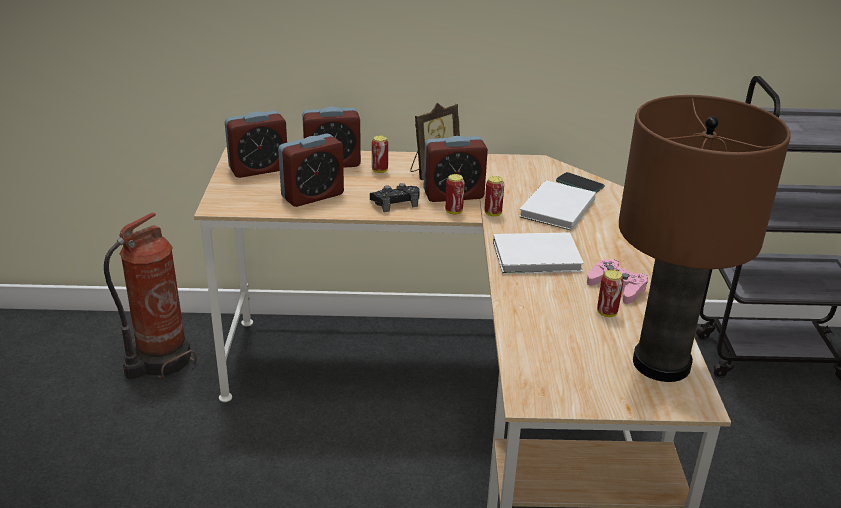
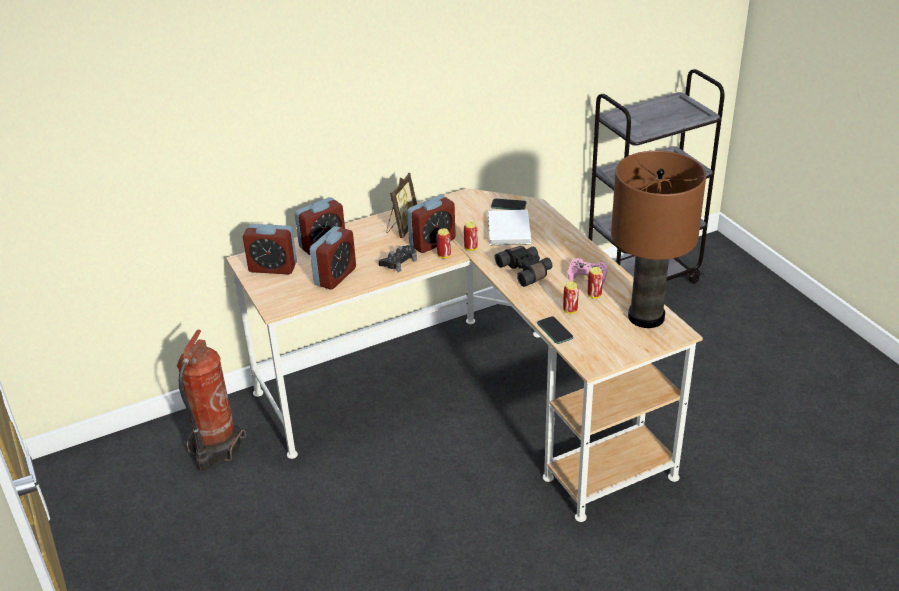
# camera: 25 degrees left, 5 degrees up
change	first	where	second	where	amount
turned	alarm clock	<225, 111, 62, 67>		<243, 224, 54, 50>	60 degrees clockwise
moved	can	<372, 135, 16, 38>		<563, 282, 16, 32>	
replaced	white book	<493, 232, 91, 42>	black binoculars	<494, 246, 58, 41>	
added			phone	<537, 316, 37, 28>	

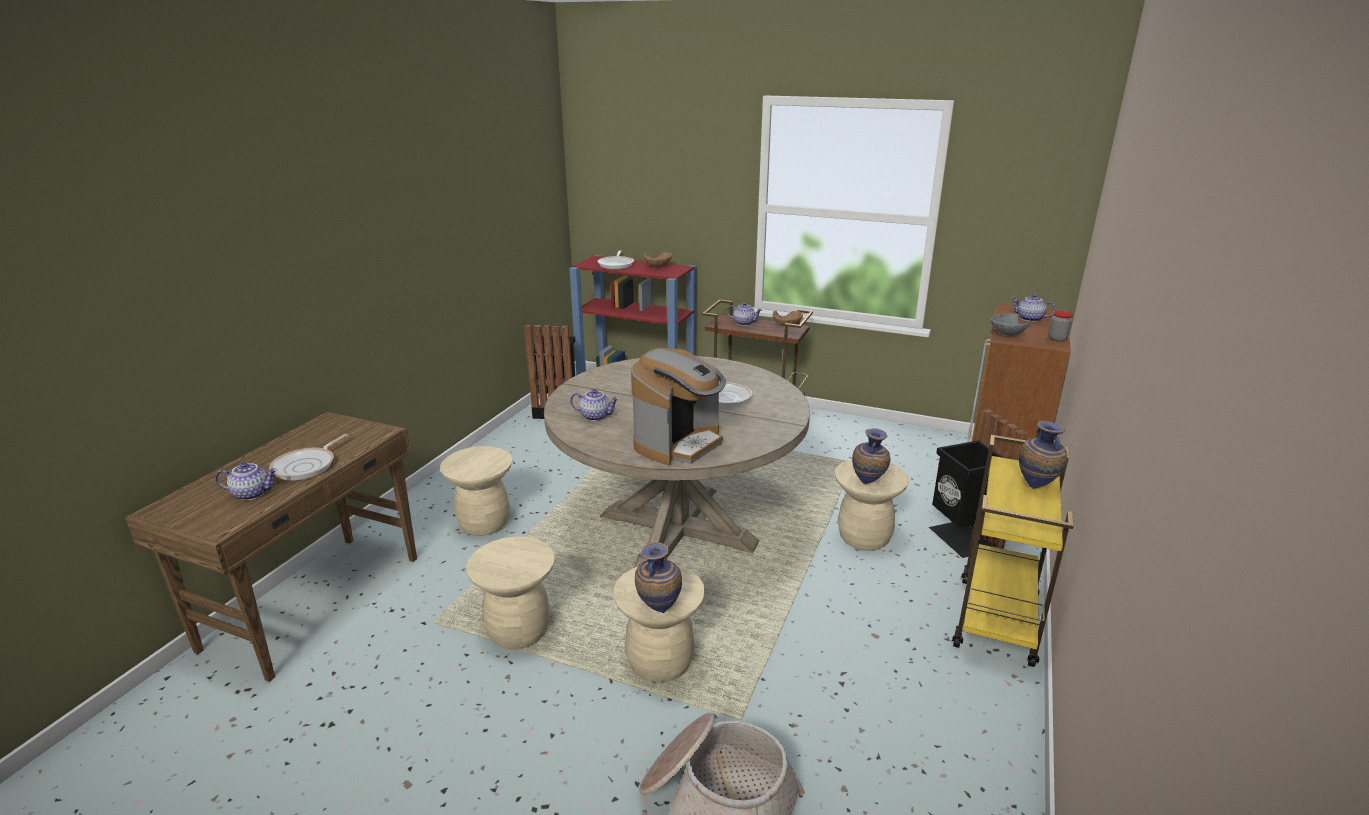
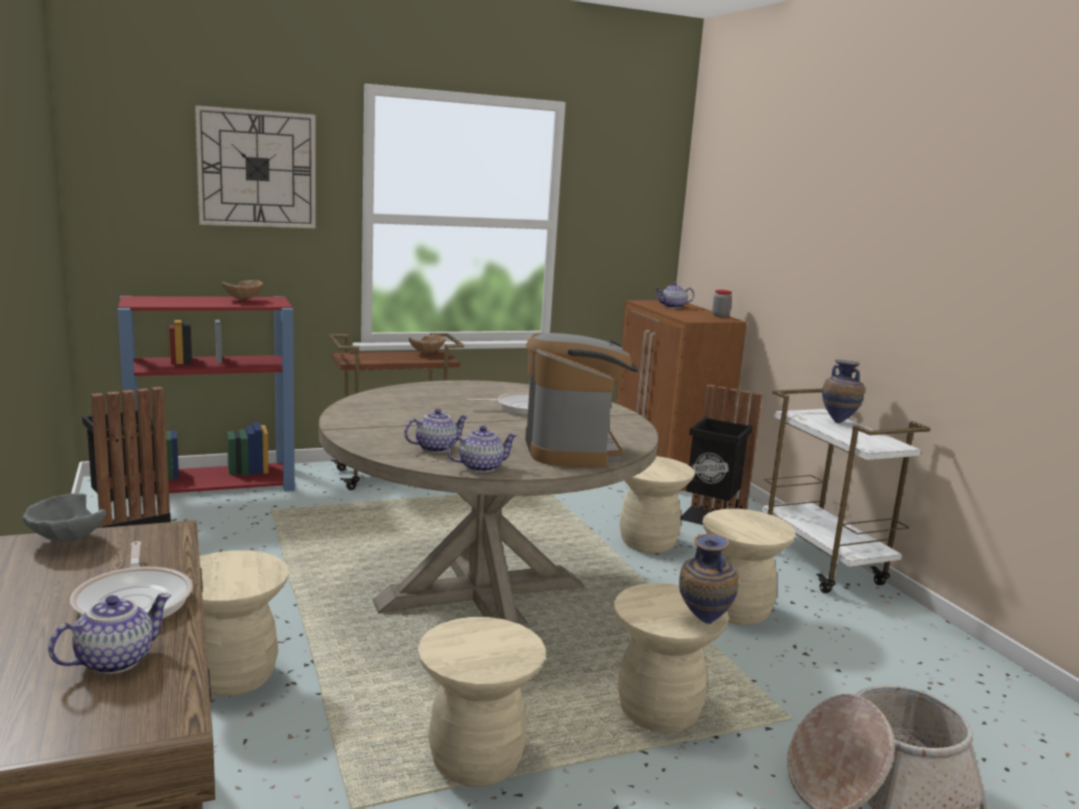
# camera: 45 degrees left, 10 degrees down
change	first	where	second	where	amount
removed	frying pan	<598, 250, 36, 19>			
moved	teapot	<727, 302, 35, 24>		<446, 426, 71, 46>	
removed	vase	<852, 428, 38, 56>			
recoloured	yellow cart	<951, 435, 123, 232>	white cart	<761, 388, 170, 205>	
moved	grey bowl	<991, 313, 38, 23>		<22, 493, 85, 49>	
added			wall clock	<195, 105, 121, 123>	
added			beige stool	<702, 509, 94, 116>	

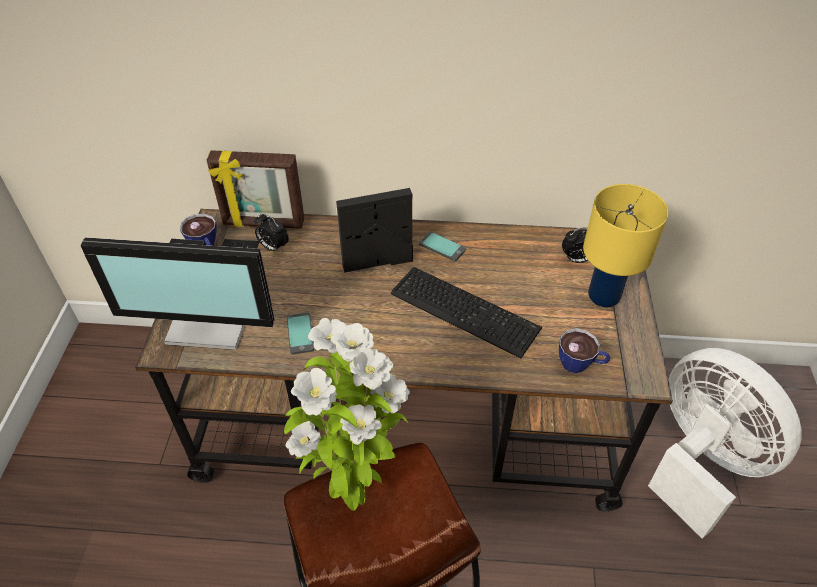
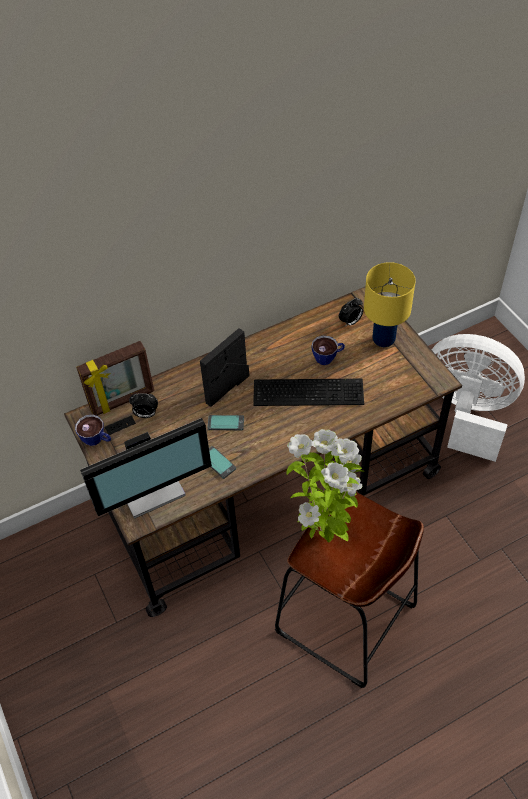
# camera: 30 degrees left, 5 degrees up
change	first	where	second	where	amount
moved	phone	<419, 231, 47, 30>		<208, 415, 36, 15>	
moved	cup	<559, 328, 51, 45>		<312, 335, 33, 30>	

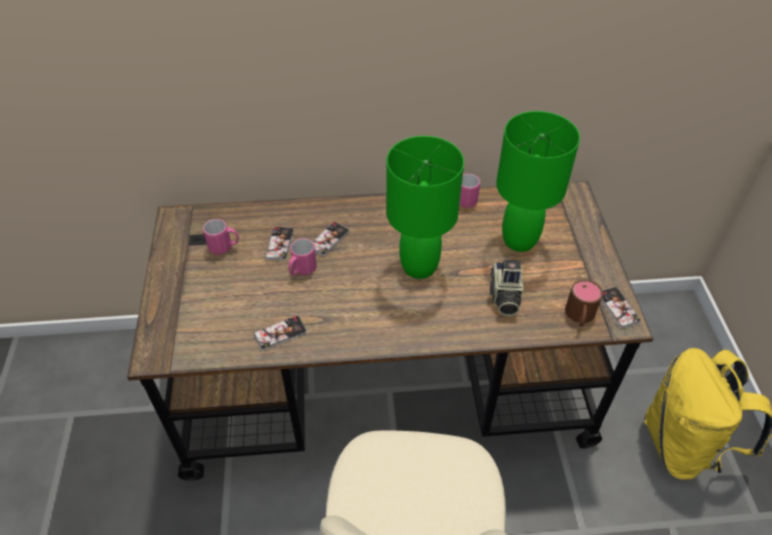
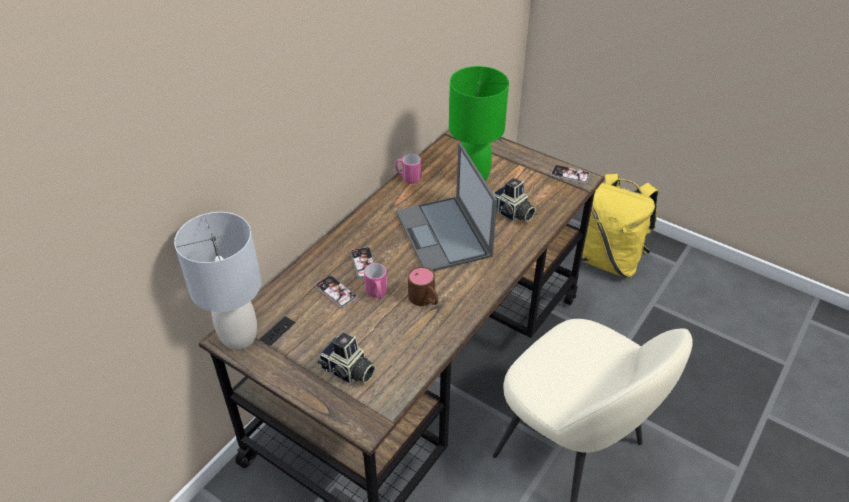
# camera: 50 degrees left, 5 degrees down
change	first	where	second	where	amount
removed	pink mug	<203, 219, 36, 36>			
removed	phone	<254, 316, 53, 34>			
replaced	green table lamp	<387, 136, 77, 143>	laptop	<396, 143, 101, 128>	
moved	brown mug	<565, 279, 38, 48>		<408, 266, 30, 40>	
added			grey table lamp	<174, 212, 88, 138>	
added			photo camera	<318, 333, 58, 51>	

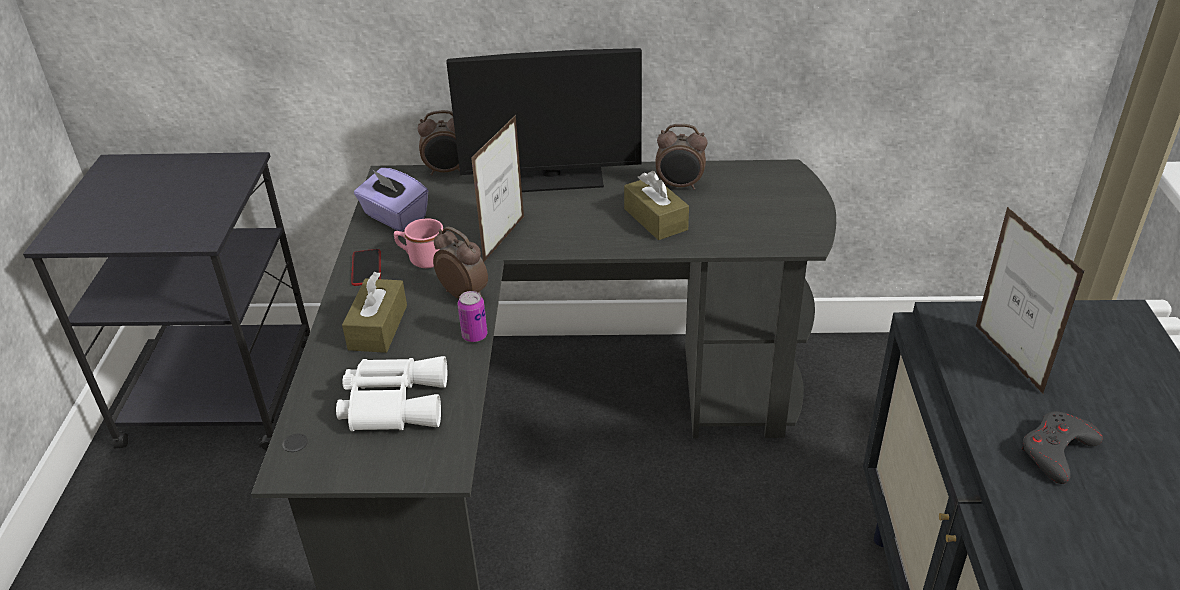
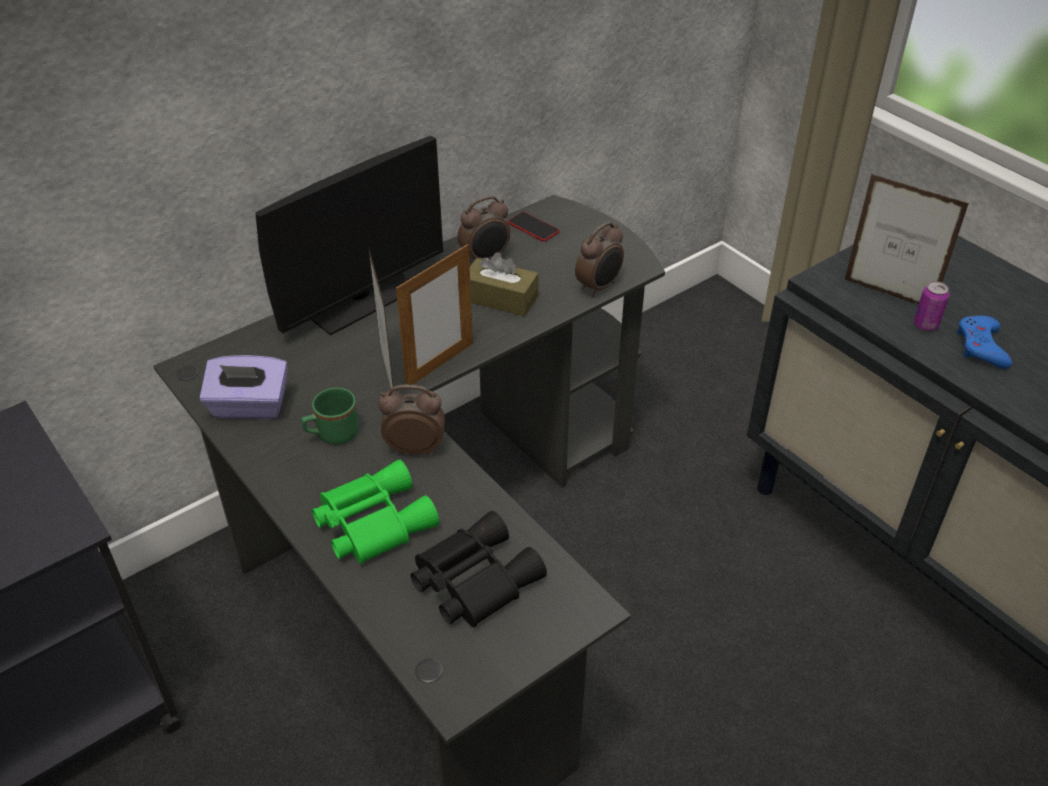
# camera: 40 degrees left, 5 degrees up
change	first	where	second	where	amount
recoloured	white binoculars	<336, 356, 111, 75>	black binoculars	<411, 511, 136, 117>	
replaced	brown tissue box	<342, 272, 65, 81>	green binoculars	<312, 459, 127, 105>	
moved	phone	<351, 249, 30, 37>		<508, 212, 51, 29>	
recoloured	pink mug	<394, 219, 49, 49>	green mug	<301, 388, 58, 56>	
moved	alarm clock	<418, 110, 42, 65>		<575, 222, 49, 75>	
moved	can	<458, 291, 30, 51>		<914, 281, 36, 50>	
recoloured	grey game controller	<1021, 411, 82, 73>	blue game controller	<957, 316, 55, 53>	
added			picture frame	<396, 244, 77, 141>	

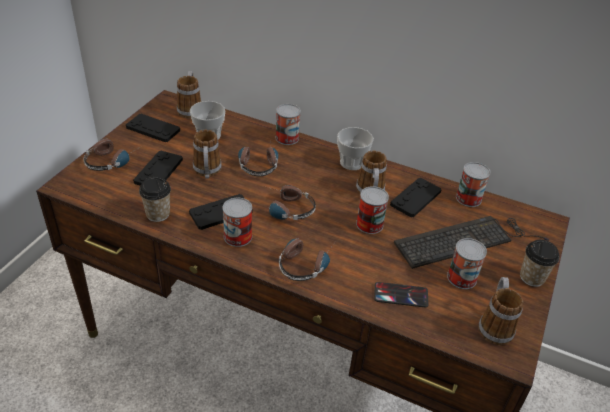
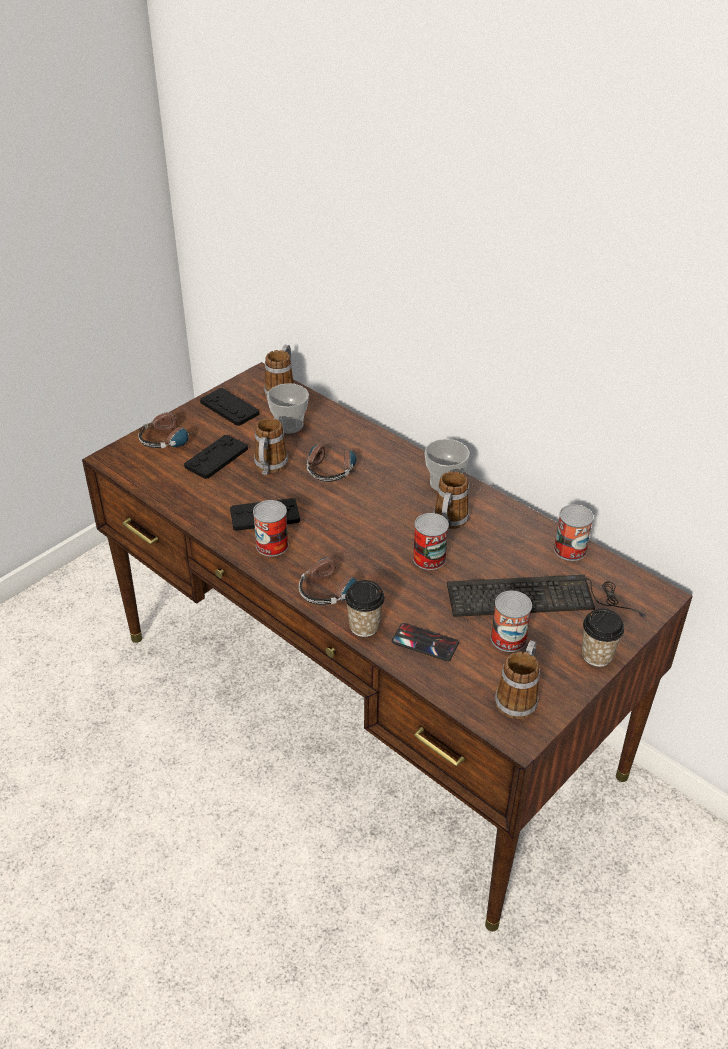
# camera: 20 degrees right, 0 degrees up
change	first	where	second	where	amount
moved	cup	<139, 177, 32, 45>		<345, 580, 40, 57>	
removed	headphones	<263, 185, 53, 35>			
removed	can	<276, 104, 25, 41>			
removed	black game controller	<390, 178, 52, 39>			

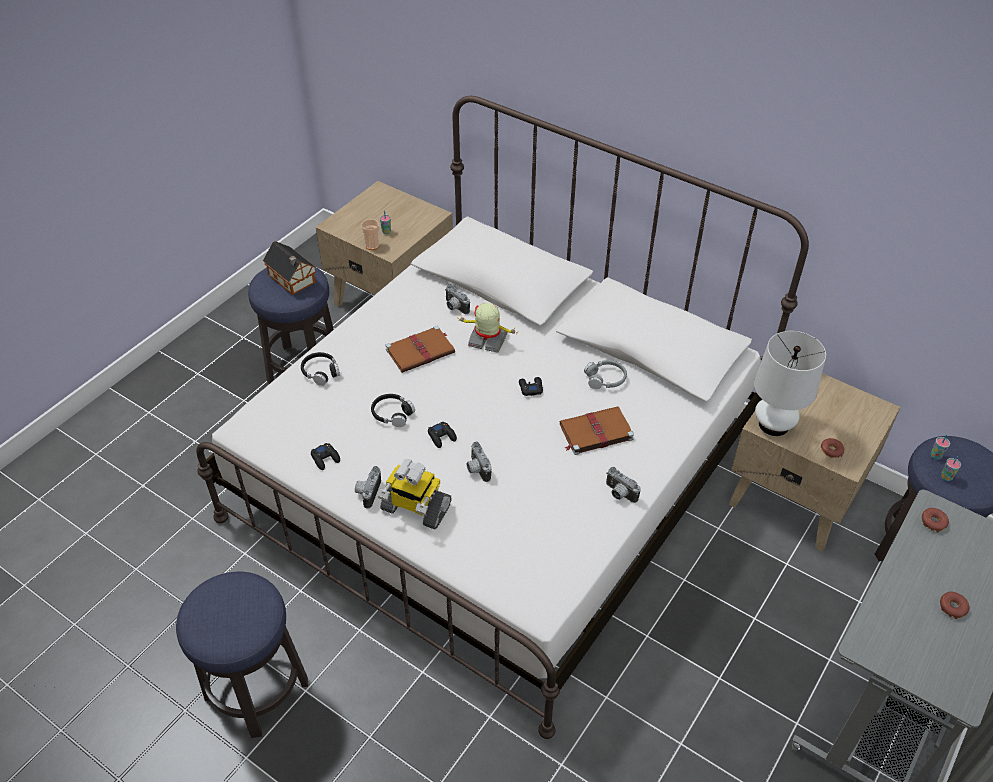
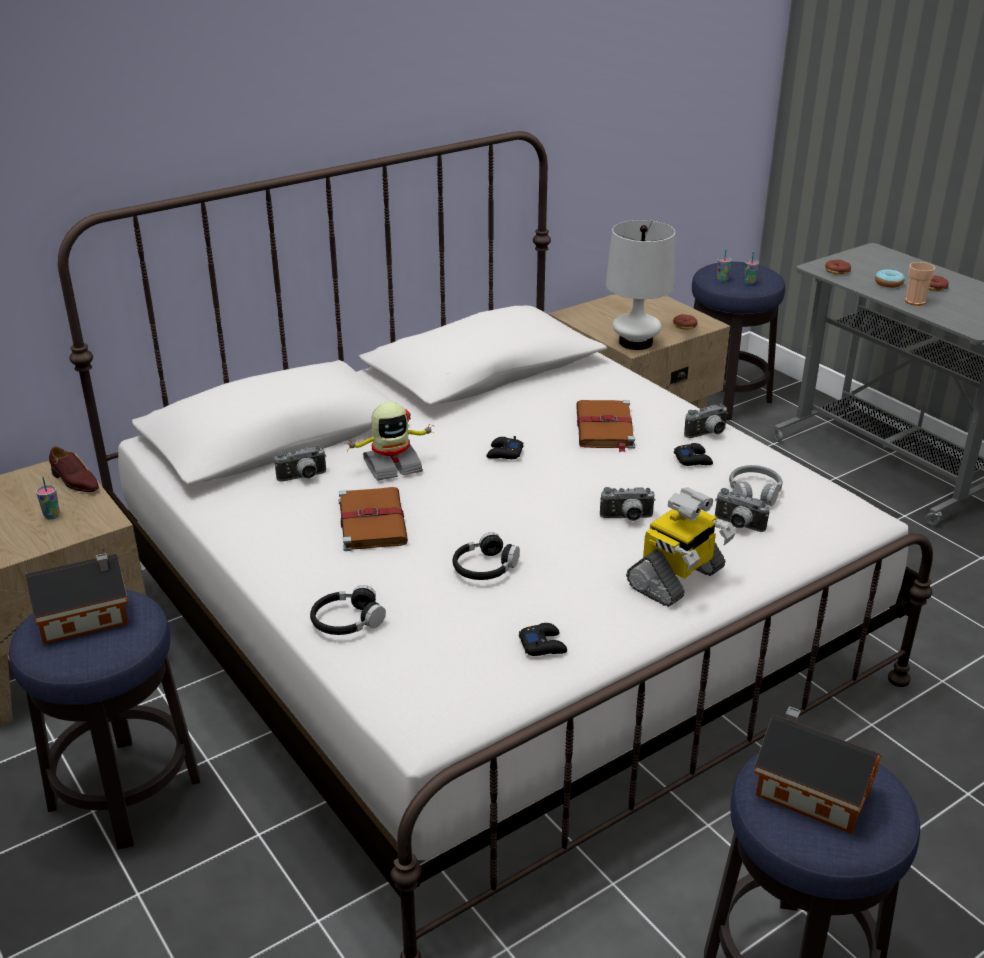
# camera: 70 degrees left, 15 degrees down
change	first	where	second	where	amount
moved	photo camera	<355, 466, 26, 43>		<715, 488, 55, 44>	
moved	cup	<361, 219, 18, 31>		<905, 262, 30, 44>	
moved	black game controller	<428, 422, 29, 26>		<674, 443, 39, 23>	
turned	toy robot	<457, 303, 59, 50>		<344, 402, 91, 79>	150 degrees counterclockwise
moved	grey headphones	<584, 360, 43, 29>		<729, 465, 54, 41>	
added			brown shoe	<49, 446, 50, 46>	
added			toy house	<754, 706, 128, 128>	
added			donut	<875, 269, 30, 19>	

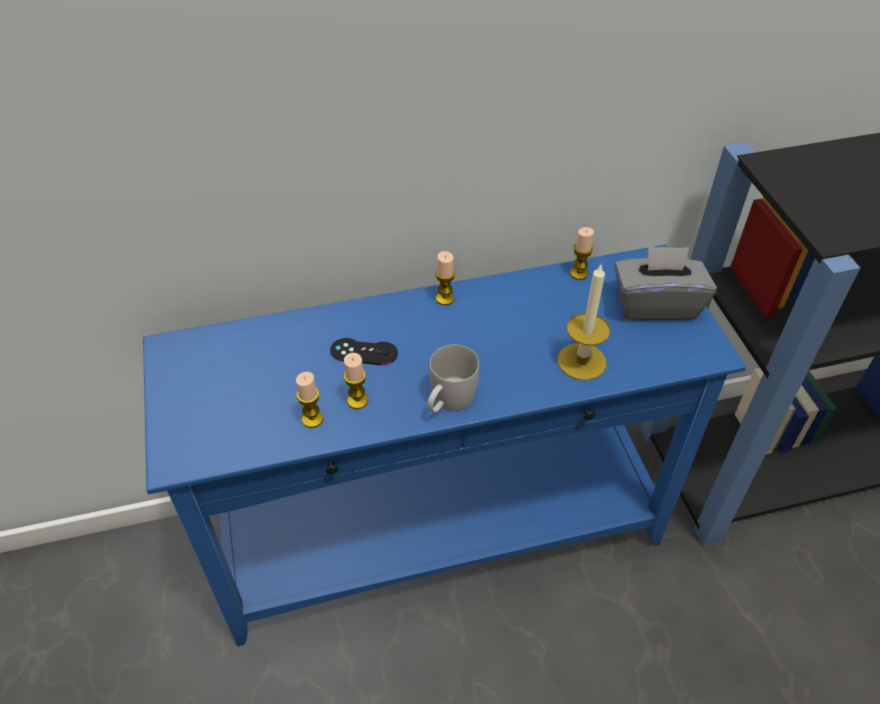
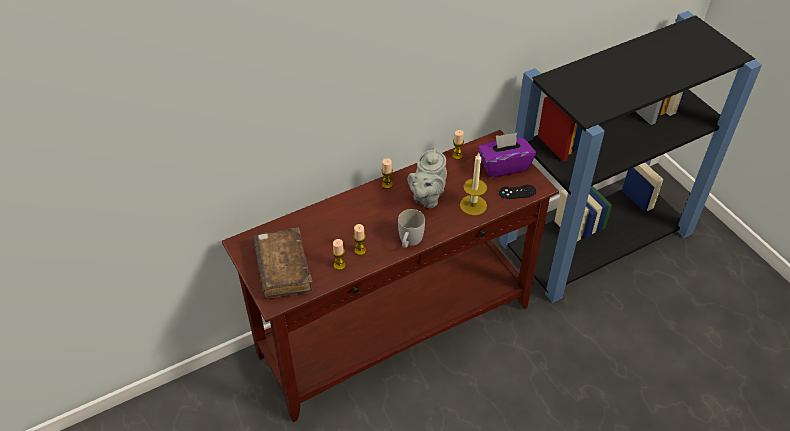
# camera: 15 degrees left, 0 degrees up
change	first	where	second	where	amount
recoloured	blue console table	<143, 245, 603, 401>	brown console table	<222, 130, 337, 292>	
moved	black game controller	<330, 338, 68, 27>		<499, 185, 37, 14>	
recoloured	grey tissue box	<614, 246, 103, 75>	purple tissue box	<478, 133, 58, 45>	
added			brown book	<253, 228, 60, 70>	
added			grey teapot	<408, 148, 39, 60>	

